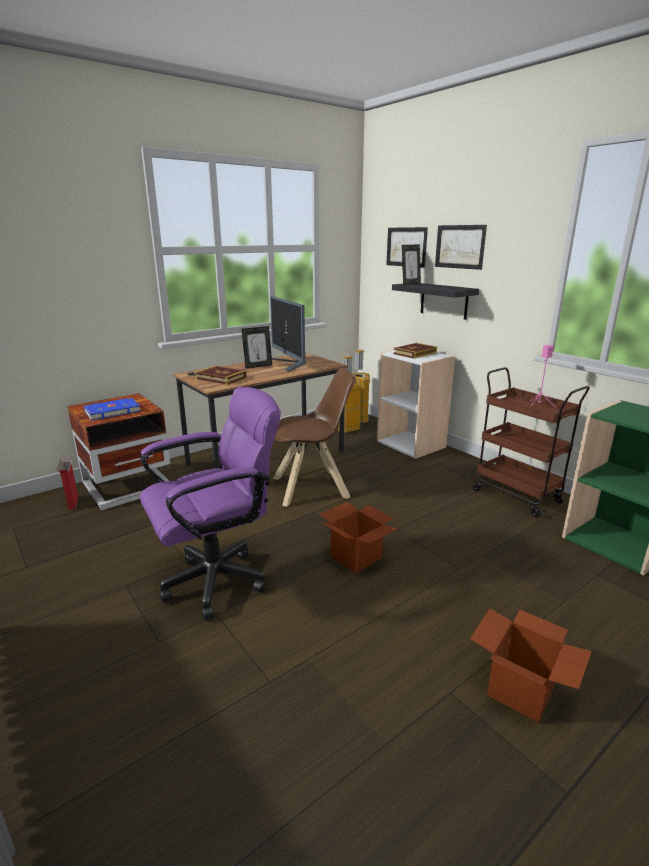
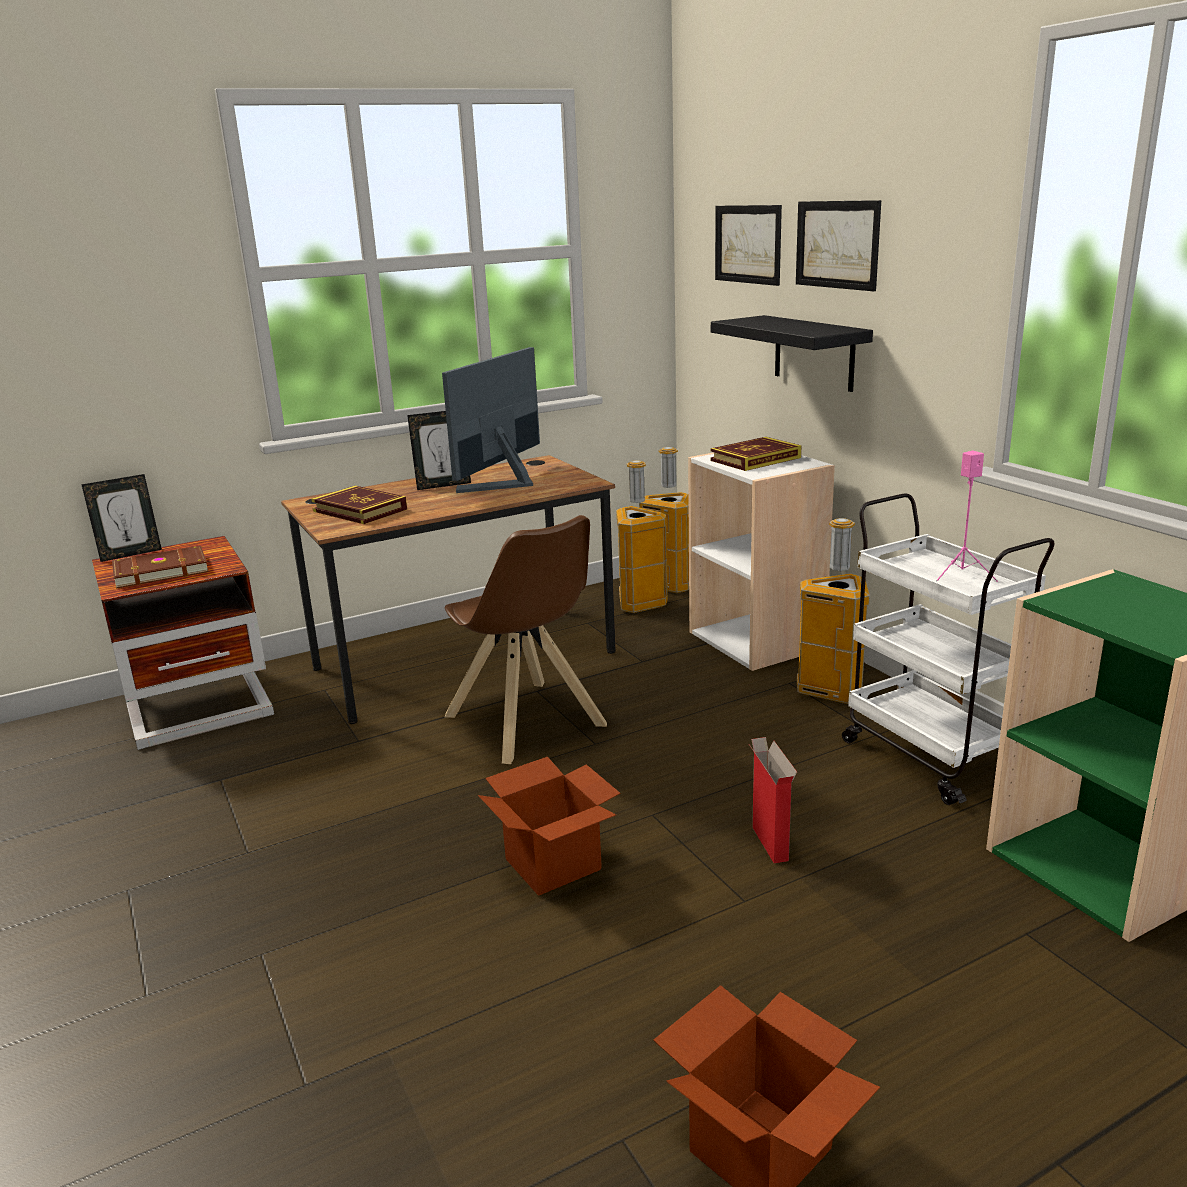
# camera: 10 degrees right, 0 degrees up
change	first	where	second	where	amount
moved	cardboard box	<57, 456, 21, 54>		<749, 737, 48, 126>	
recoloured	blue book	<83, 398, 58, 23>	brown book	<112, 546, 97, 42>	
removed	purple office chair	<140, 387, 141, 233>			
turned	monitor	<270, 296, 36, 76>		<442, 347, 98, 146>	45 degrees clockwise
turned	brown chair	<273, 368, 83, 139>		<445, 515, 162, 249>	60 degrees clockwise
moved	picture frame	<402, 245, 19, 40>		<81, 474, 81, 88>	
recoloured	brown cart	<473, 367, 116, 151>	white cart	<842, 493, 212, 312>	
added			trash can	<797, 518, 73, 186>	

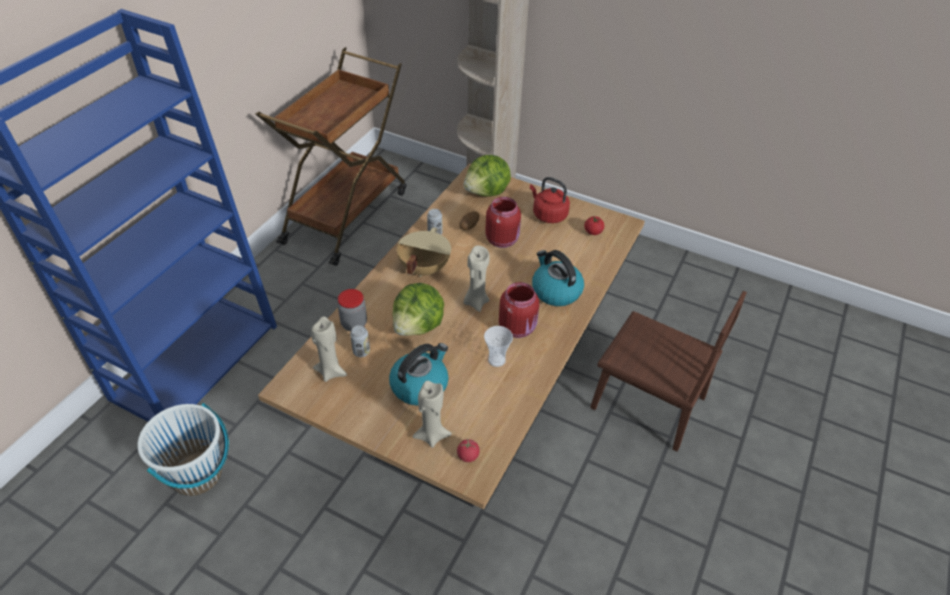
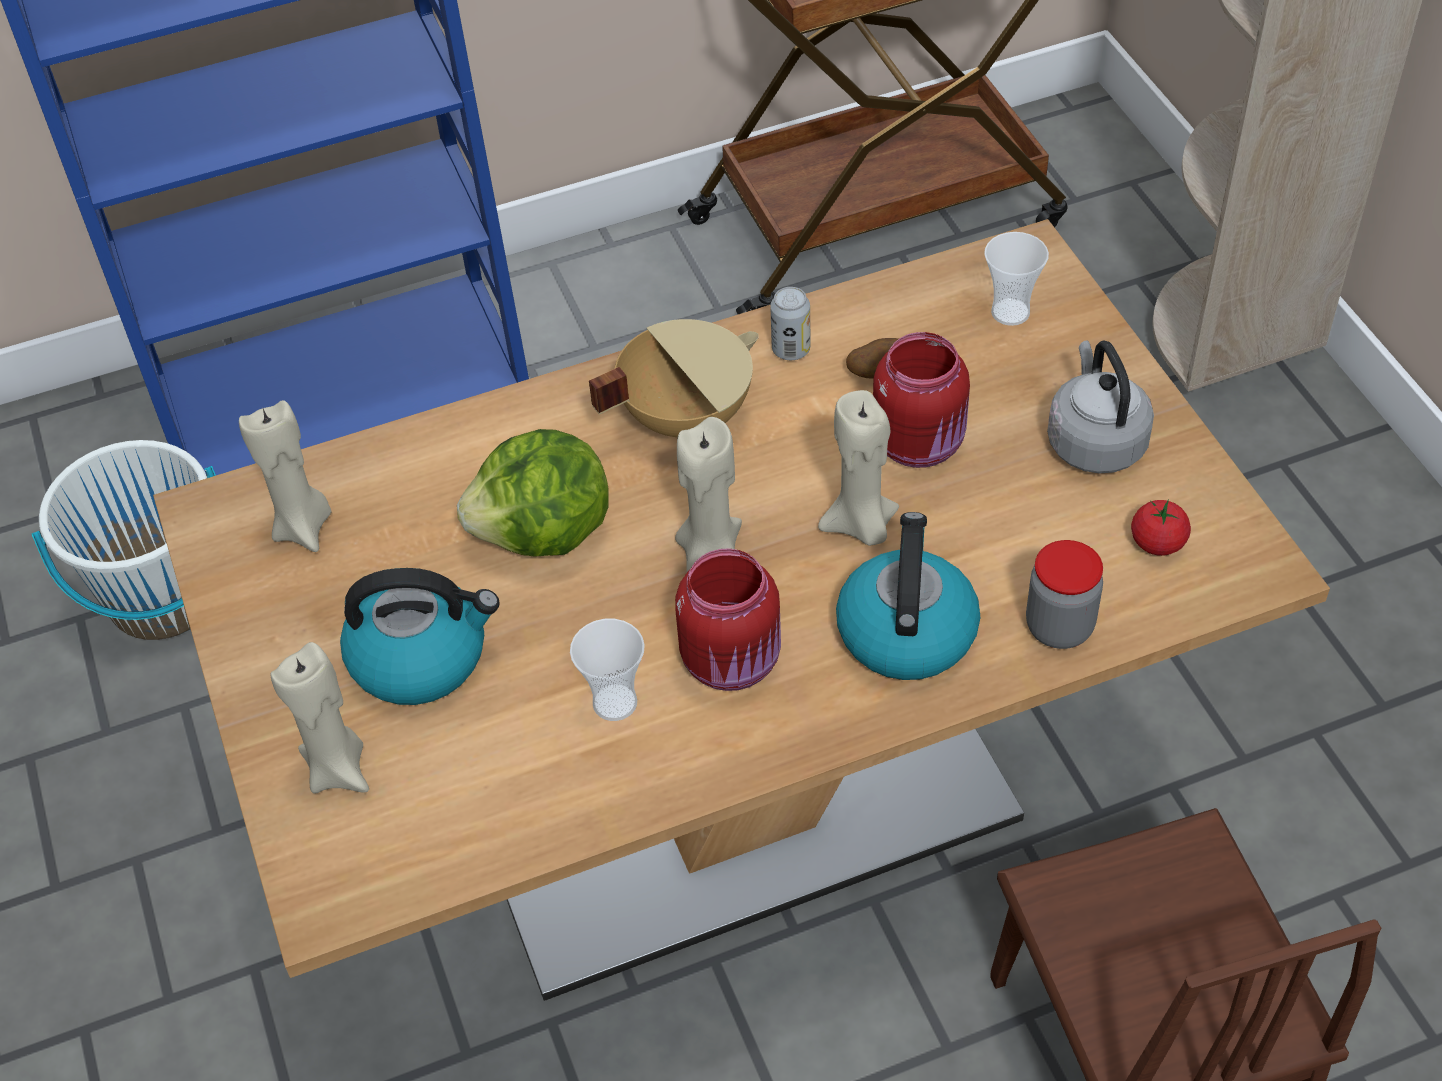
# camera: 45 degrees right, 5 degrees up
change	first	where	second	where	amount
moved	jar	<338, 289, 29, 42>		<1026, 540, 77, 109>	
removed	can	<350, 325, 20, 32>			
removed	tomato	<457, 439, 23, 23>			
replaced	lettuce	<463, 155, 48, 42>	cup	<984, 232, 65, 94>	
recoloured	red kettle	<530, 177, 40, 46>	grey kettle	<1047, 340, 107, 134>	
added			beige candle	<818, 390, 81, 156>	

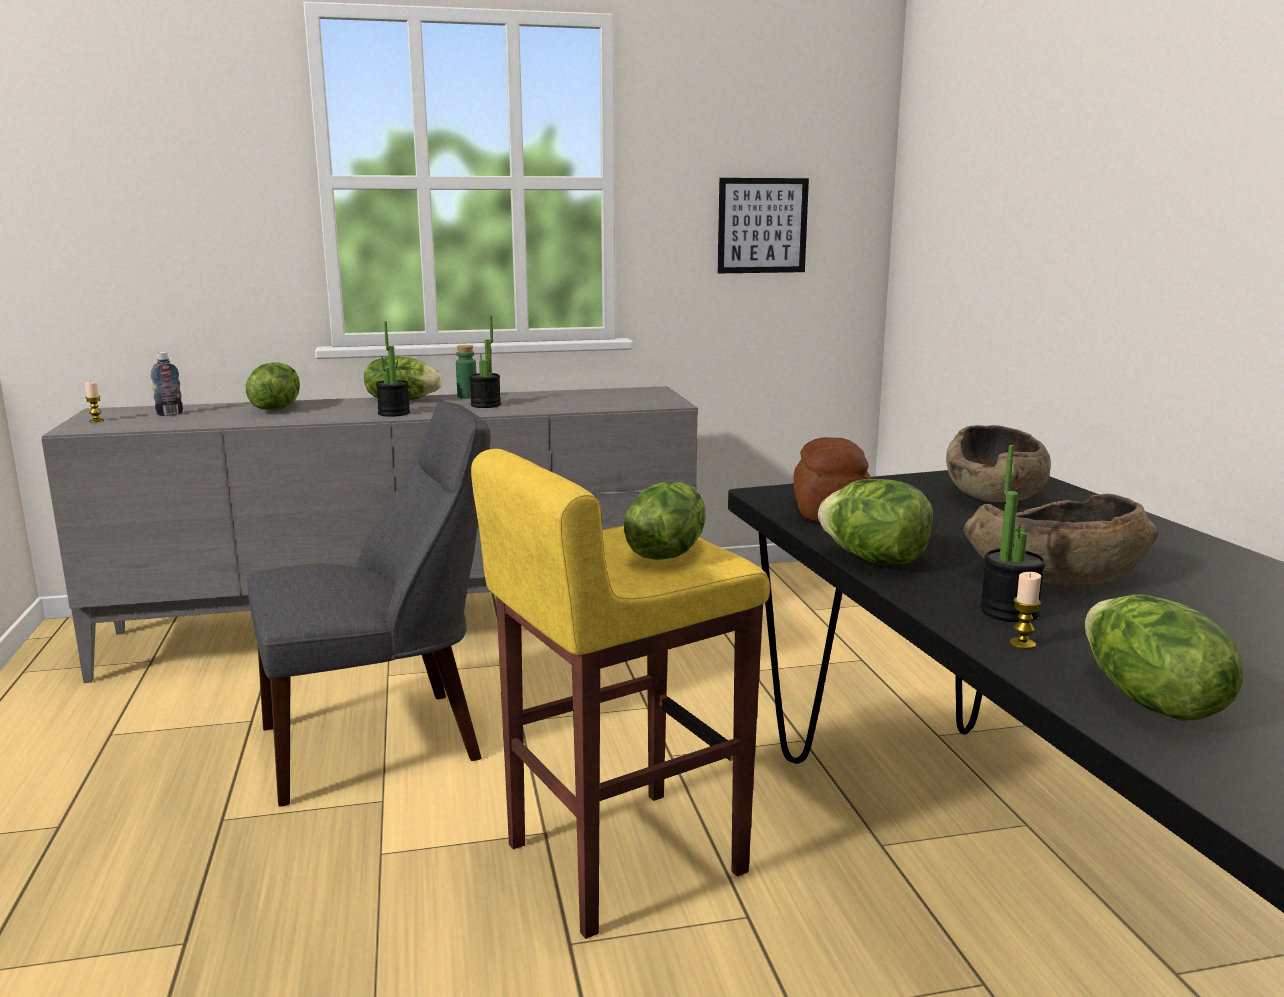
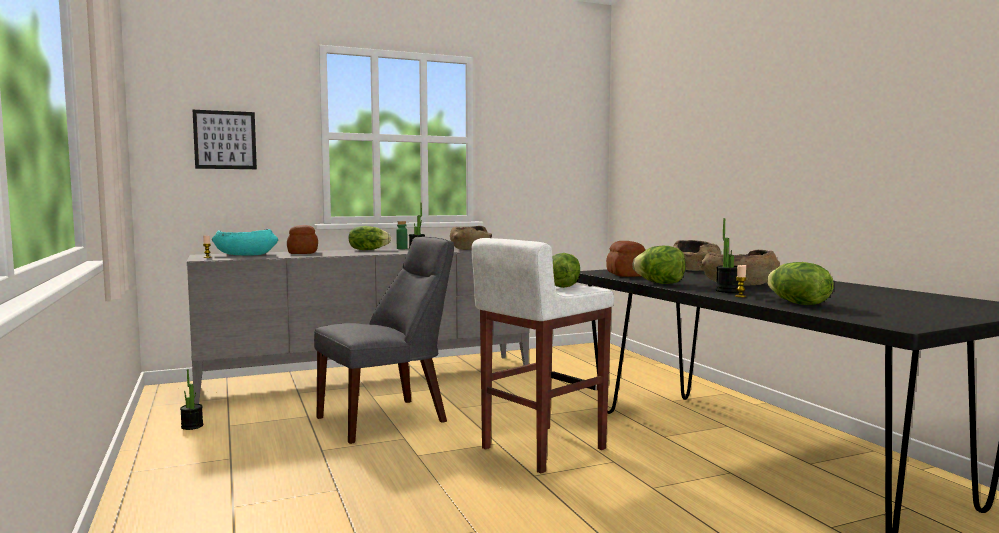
# camera: 10 degrees left, 10 degrees down
change	first	where	second	where	amount
replaced	bottle	<151, 352, 32, 64>	turquoise bowl	<212, 229, 66, 27>	
replaced	lettuce	<245, 362, 55, 49>	bread	<287, 225, 31, 29>	
moved	potted plant	<376, 321, 34, 96>		<180, 369, 23, 61>	
recoloured	yellow stool	<471, 449, 299, 490>	white stool	<471, 238, 143, 236>	
moved	picture	<718, 178, 91, 95>		<193, 110, 64, 59>	
added			brown bowl	<450, 226, 42, 24>	

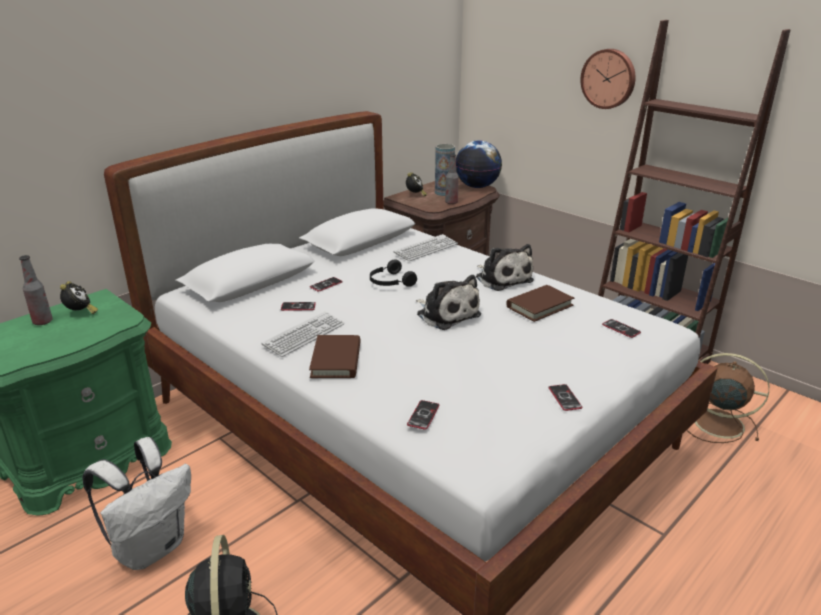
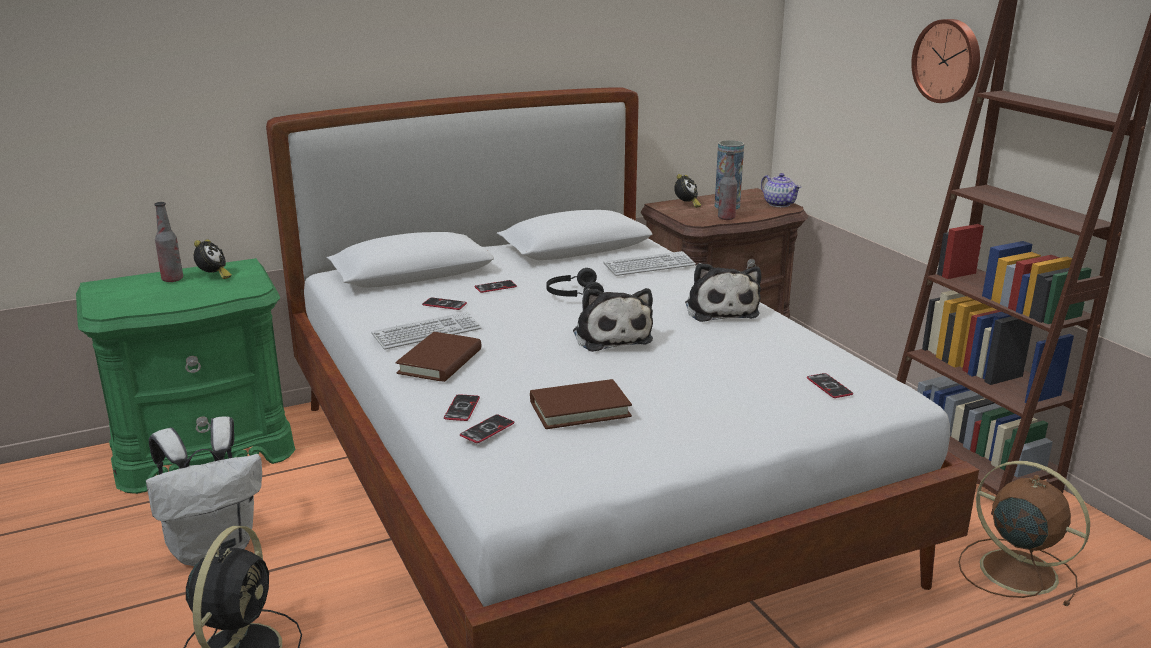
# camera: 20 degrees right, 5 degrees down
change	first	where	second	where	amount
replaced	globe	<456, 140, 46, 48>	teapot	<761, 173, 40, 34>	
moved	brown book	<506, 285, 68, 37>		<530, 379, 102, 50>	
moved	phone	<548, 384, 35, 27>		<444, 394, 36, 27>	

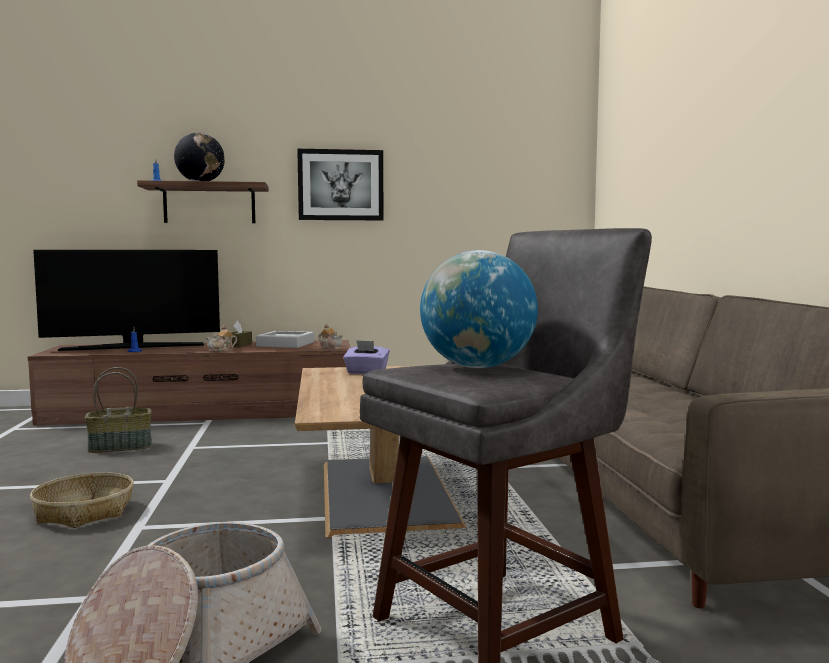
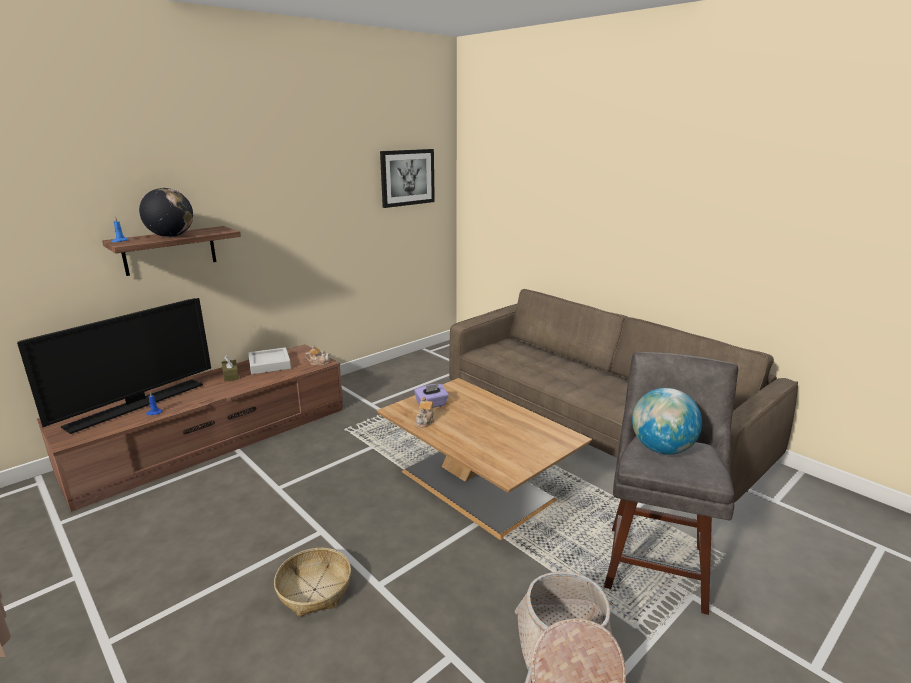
# camera: 35 degrees left, 15 degrees up
change	first	where	second	where	amount
removed	basket	<84, 367, 68, 86>			
moved	teapot	<206, 326, 31, 26>		<416, 397, 18, 30>	
moved	picture	<297, 149, 87, 71>		<380, 149, 55, 59>	

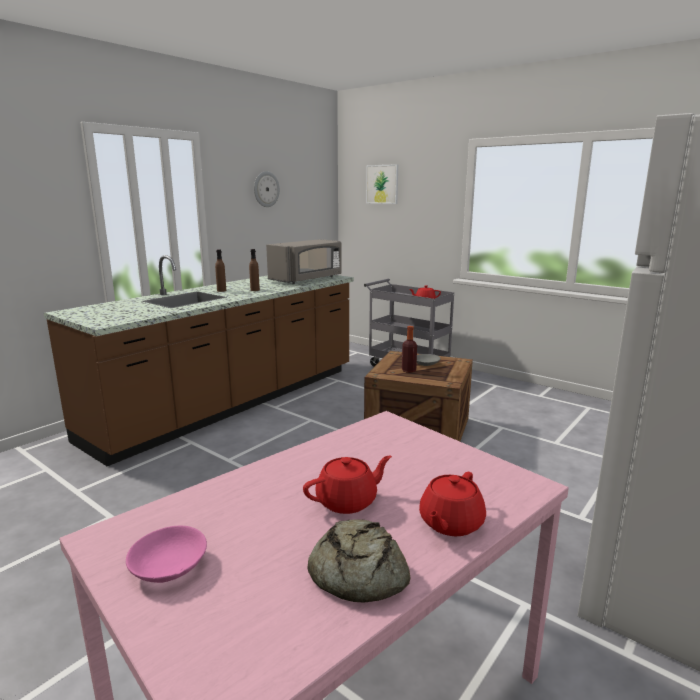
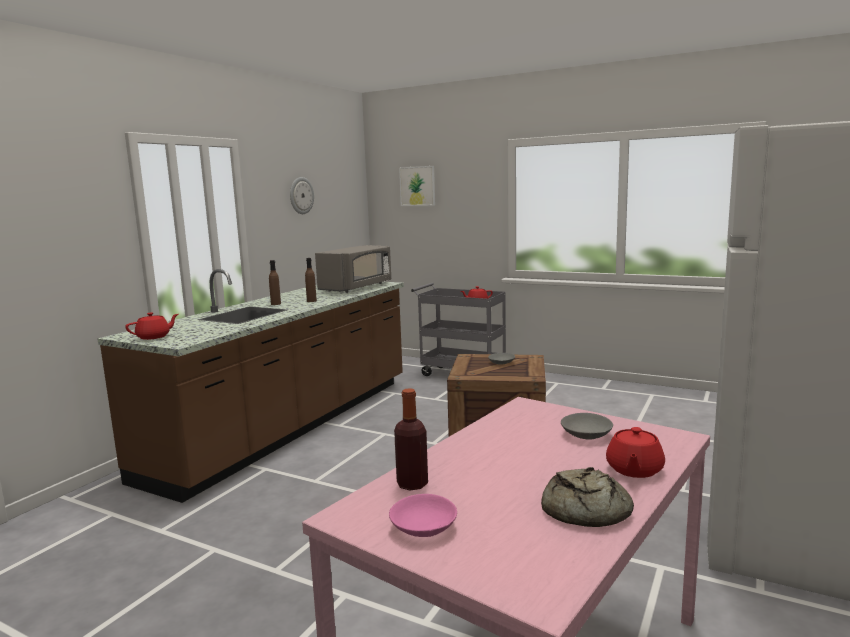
# camera: 10 degrees left, 5 degrees down
change	first	where	second	where	amount
moved	red teapot	<303, 456, 89, 58>		<125, 312, 53, 28>	
moved	bottle	<402, 326, 15, 47>		<394, 388, 34, 103>	
added			grey bowl	<561, 413, 52, 27>	

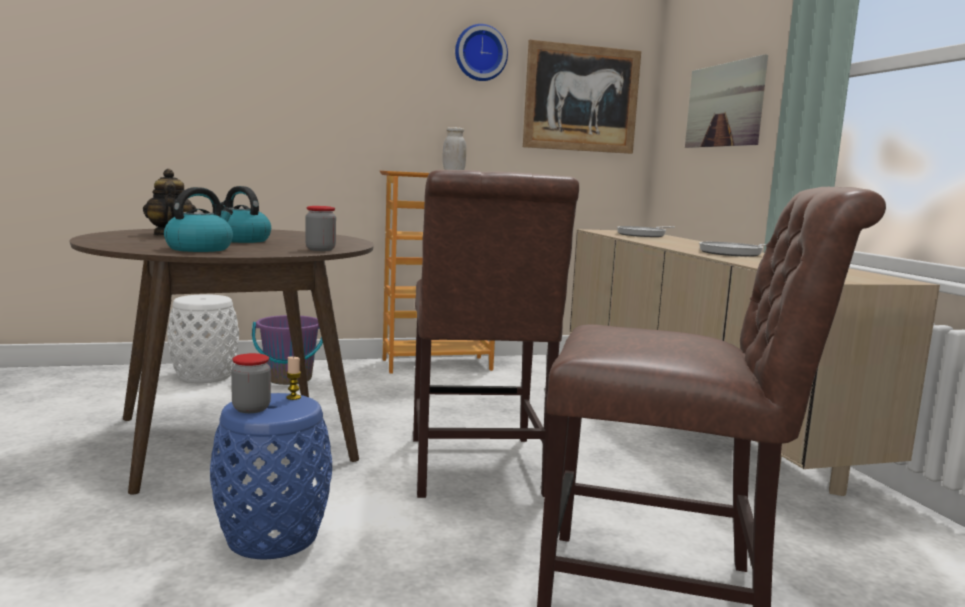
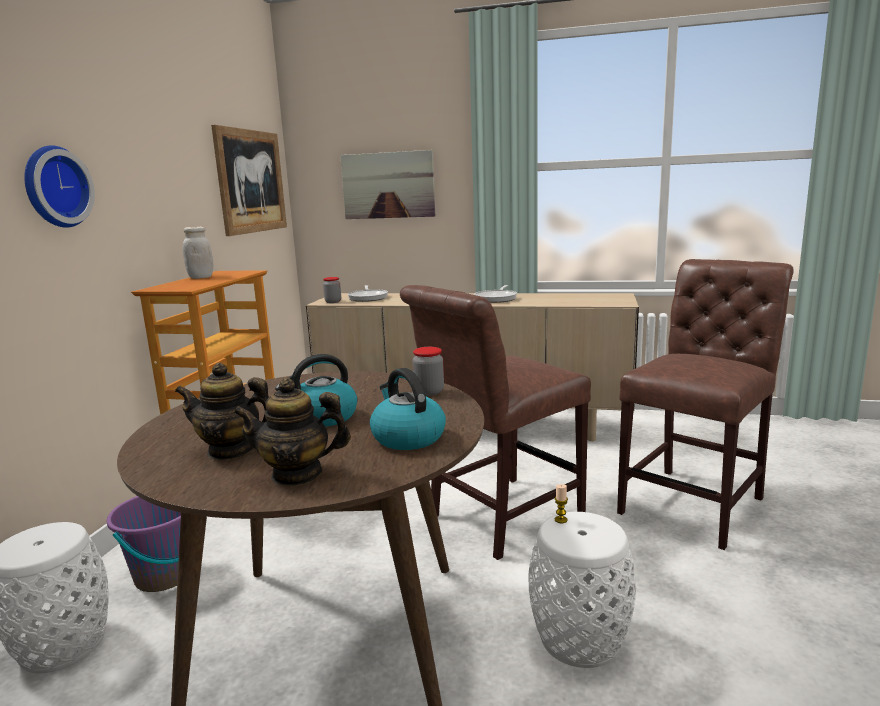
# camera: 60 degrees left, 5 degrees up
change	first	where	second	where	amount
recoloured	blue stool	<210, 393, 122, 166>	white stool	<528, 512, 108, 156>	
moved	jar	<231, 353, 40, 60>		<323, 277, 18, 26>	
turned	brown chair	<413, 170, 166, 328>		<400, 285, 191, 275>	120 degrees clockwise
moved	wall clock	<455, 24, 53, 57>		<24, 145, 71, 83>	
added			teapot	<233, 378, 118, 108>	

